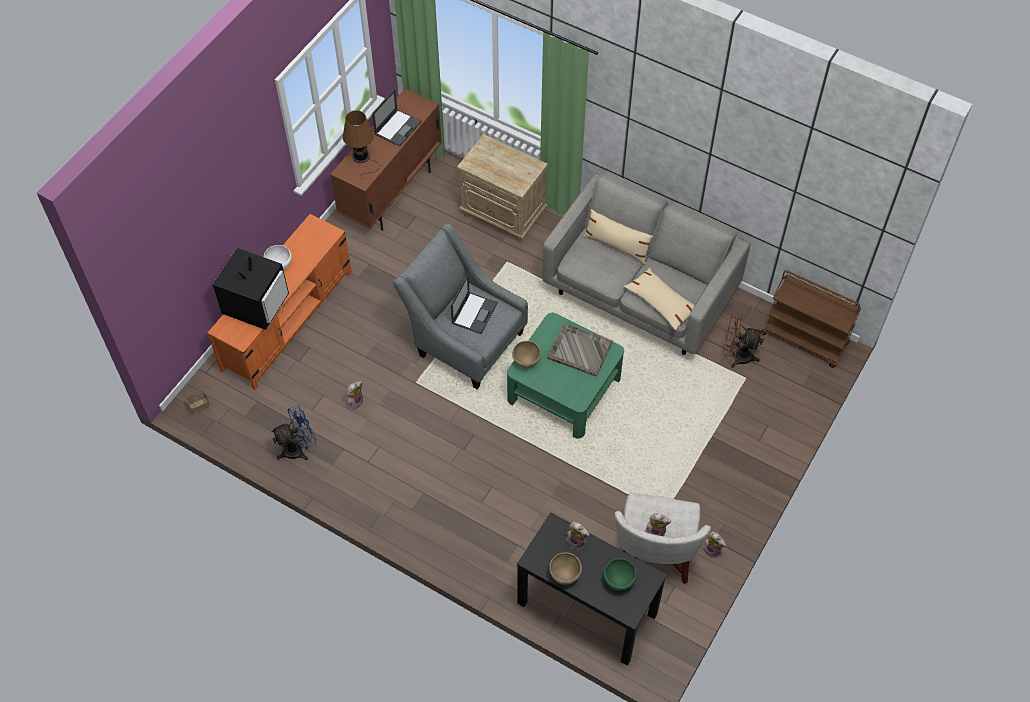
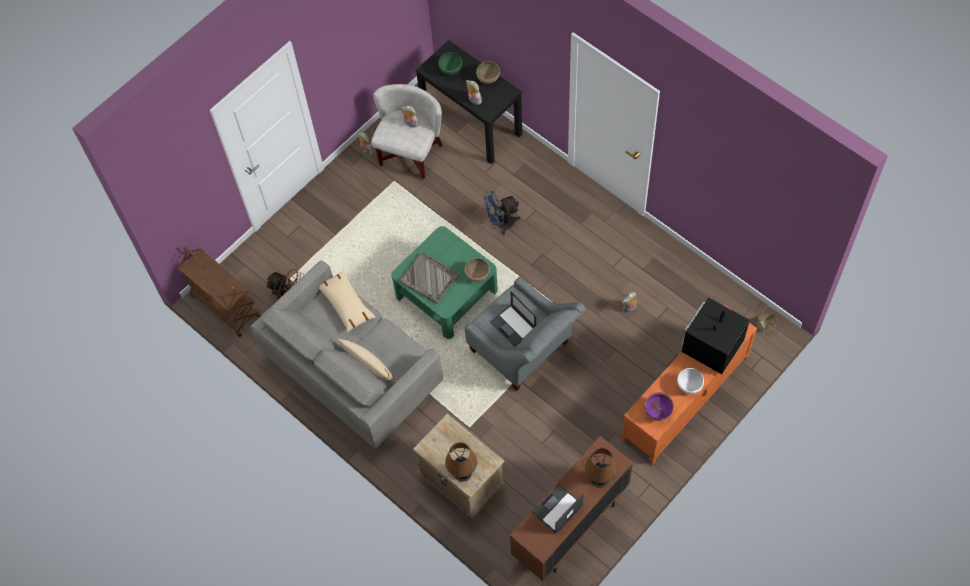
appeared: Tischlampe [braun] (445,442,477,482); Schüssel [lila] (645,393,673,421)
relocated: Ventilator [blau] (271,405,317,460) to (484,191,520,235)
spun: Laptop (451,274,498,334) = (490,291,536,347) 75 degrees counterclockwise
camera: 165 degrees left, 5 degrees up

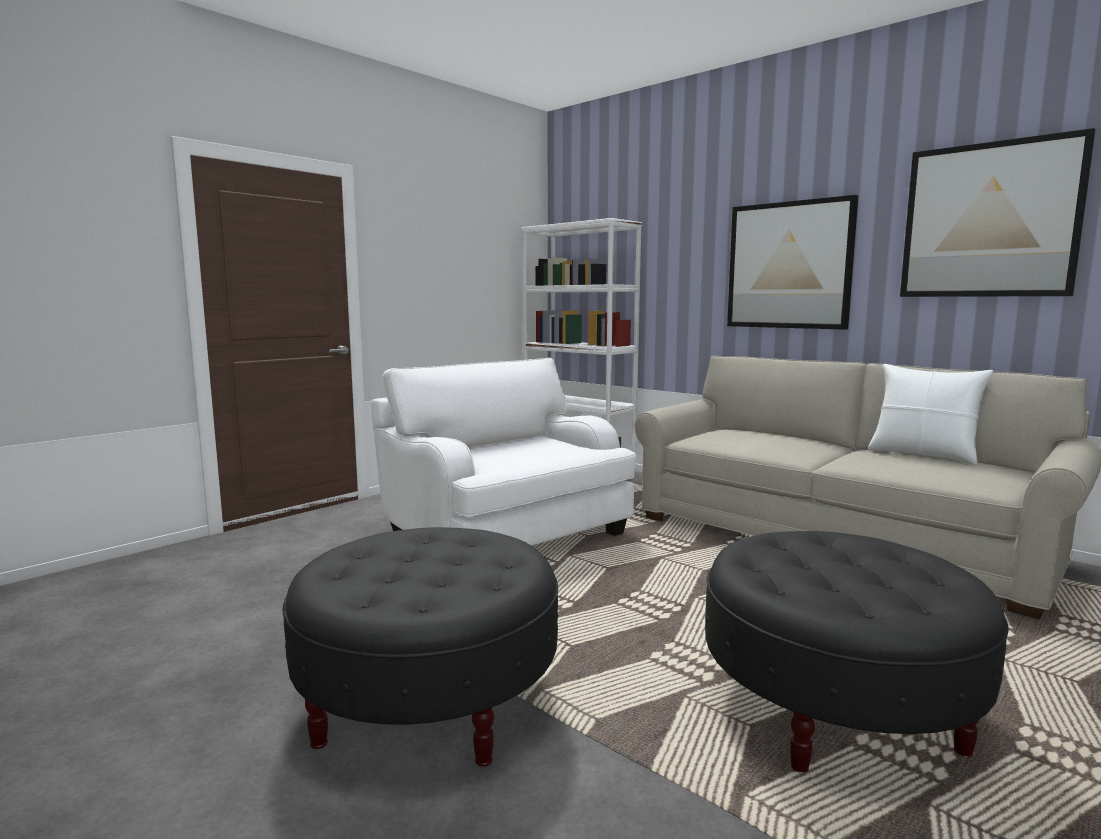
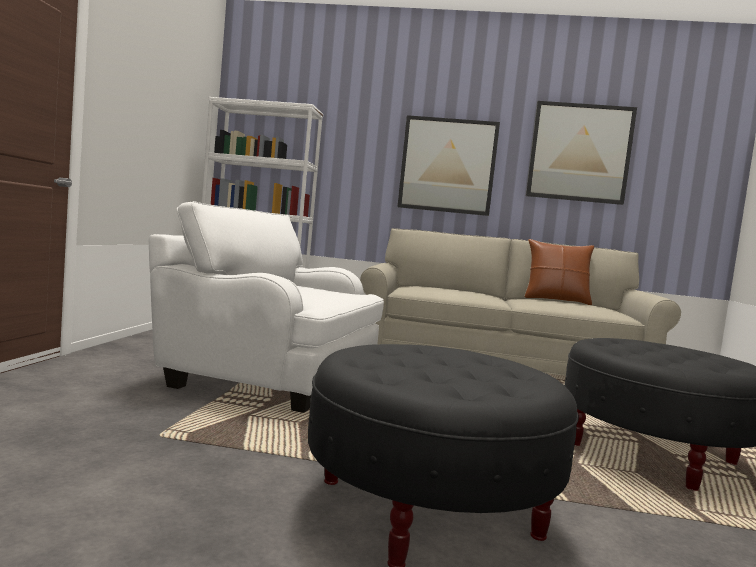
colour: Kissen [weiß] (868,364,993,465) to Kissen [braun] (524,239,594,305)
camera: 35 degrees left, 5 degrees down

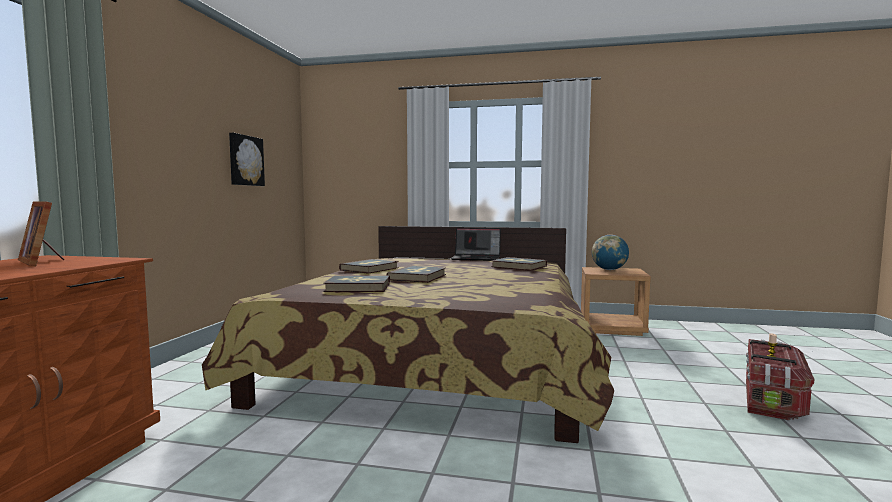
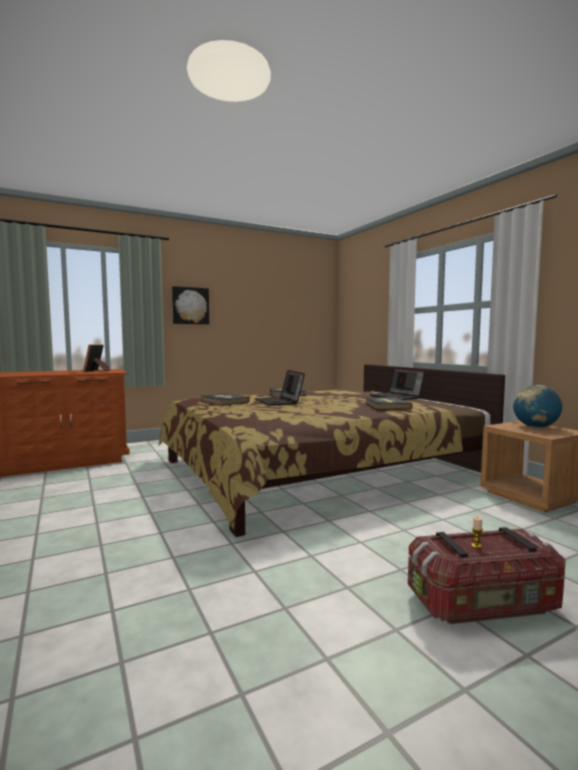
relocated: Bild (229,133,265,186) to (172,286,209,324)
exchanged: Buch (387,266,446,283) to Laptop (255,370,305,406)
camera: 50 degrees right, 0 degrees up

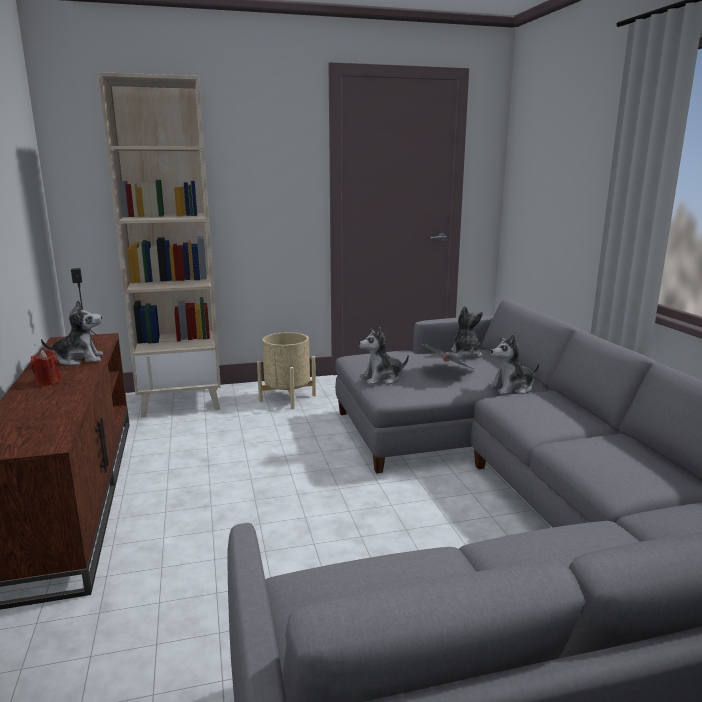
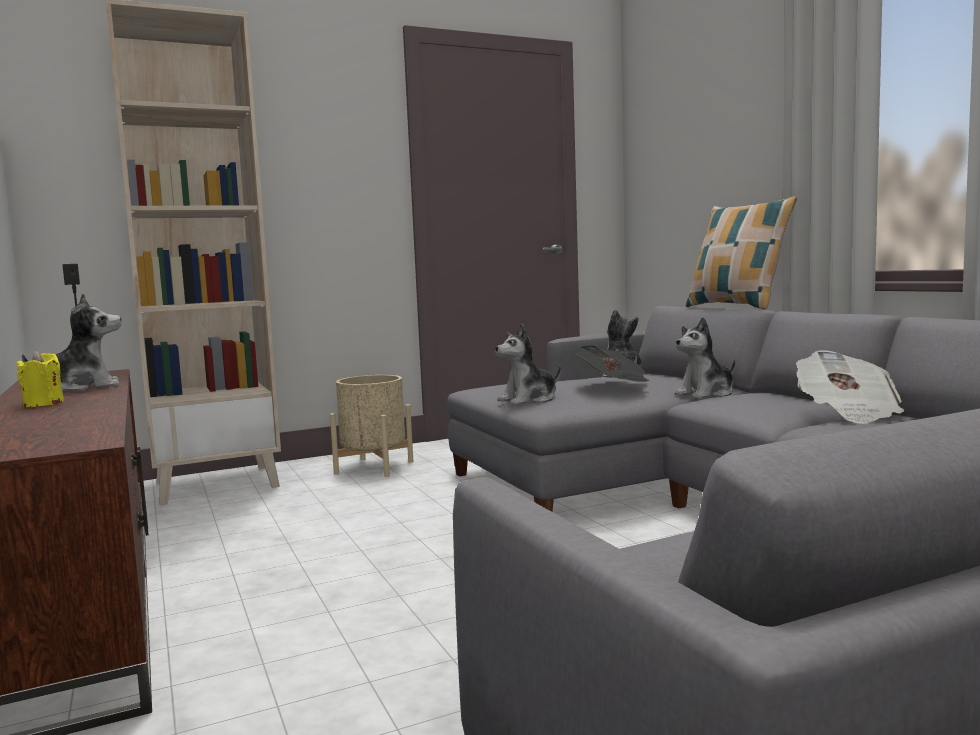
appeared: Kissen (686,197,797,310); Zeitung (796,350,904,424)
colour: Kerze [rot] (31,350,61,386) to Kerze [gelb] (17,351,64,407)
camera: 10 degrees left, 10 degrees down

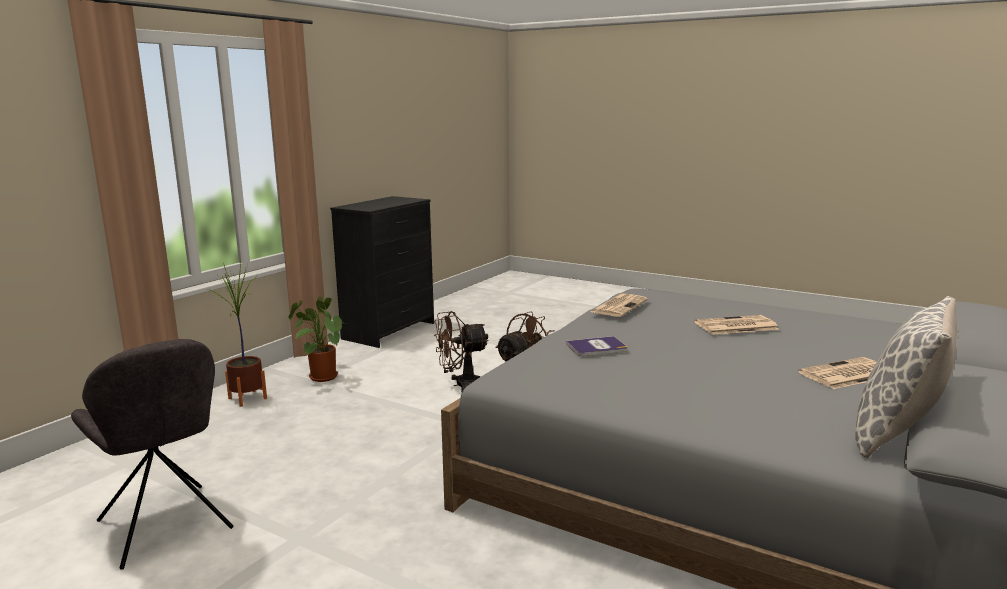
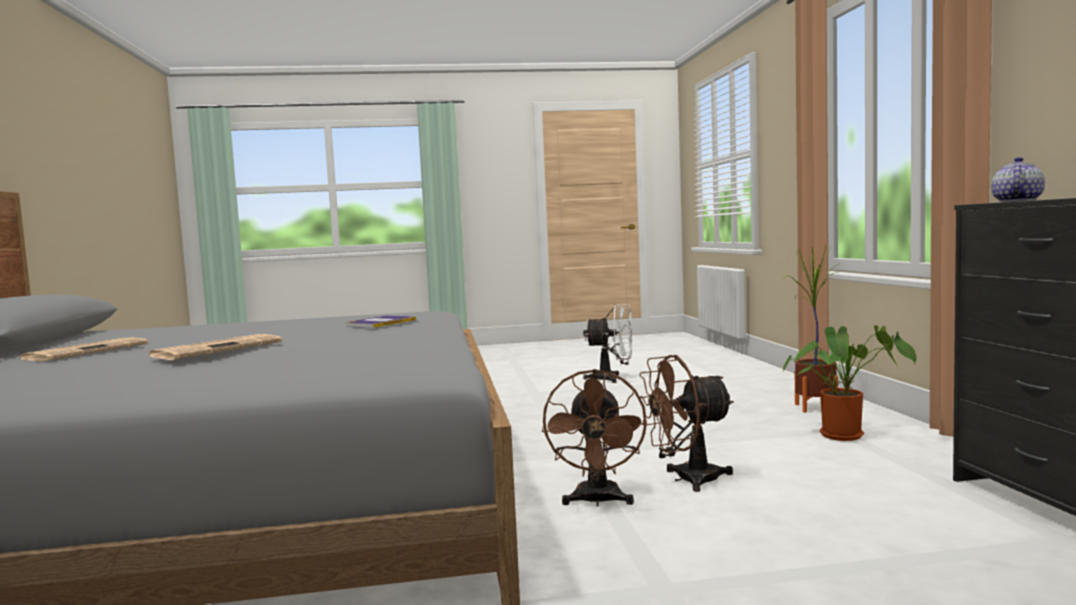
missing: Zeitung (591,294,648,317); Kissen (855,296,957,458)
appeared: Teekanne (991,157,1045,202)
exchanged: Stuhl [grau] (71,339,234,570) to Ventilator [weiß] (583,304,632,383)
spun: Ventilator [braun] (434,311,489,392) = (639,355,734,492) 135 degrees counterclockwise
camera: 140 degrees right, 10 degrees down

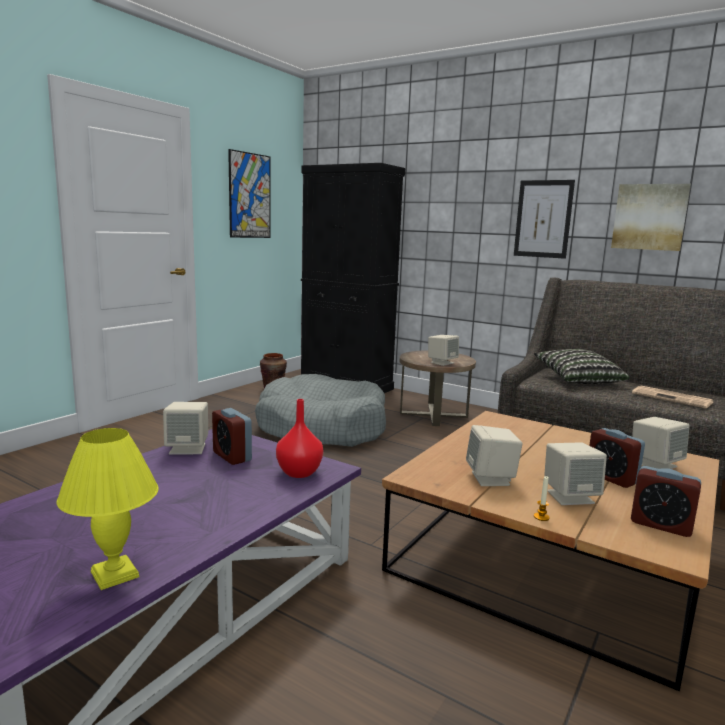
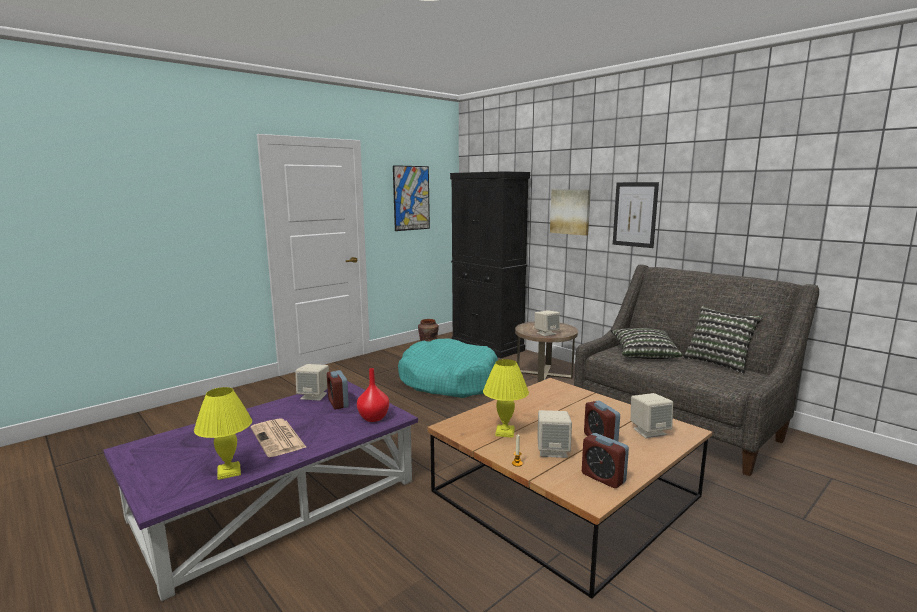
appeared: Kissen (683,306,763,374)
relocated: Bild (611,184,691,251) to (550,189,591,236); Zeitung (632,386,713,409) to (251,418,307,457)
exchanged: Lautsprecher [beige] (466,425,522,486) to Tischlampe [gelb] (483,359,529,438)
colour: Hundebett [grau] (255,374,386,447) to Hundebett [türkis] (398,339,498,398)
camera: 15 degrees right, 0 degrees up

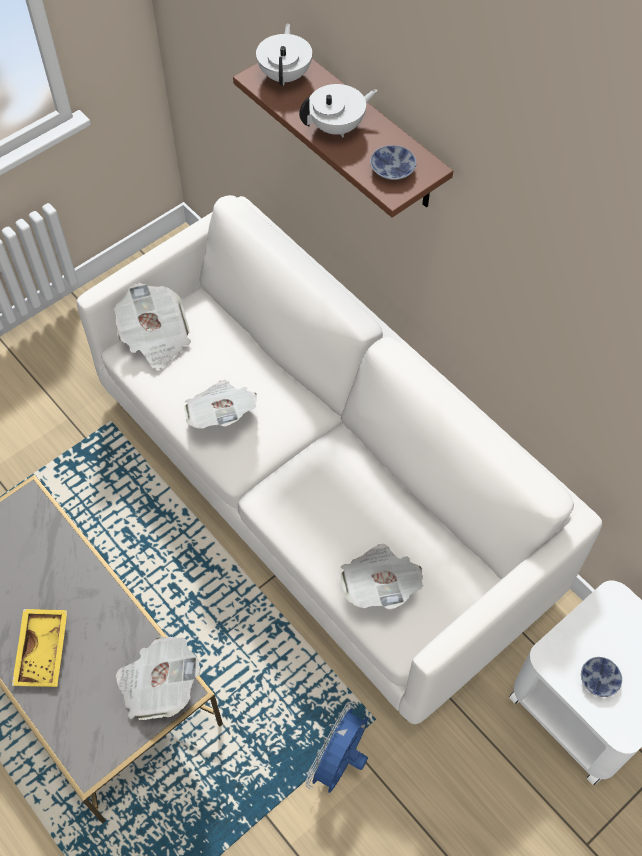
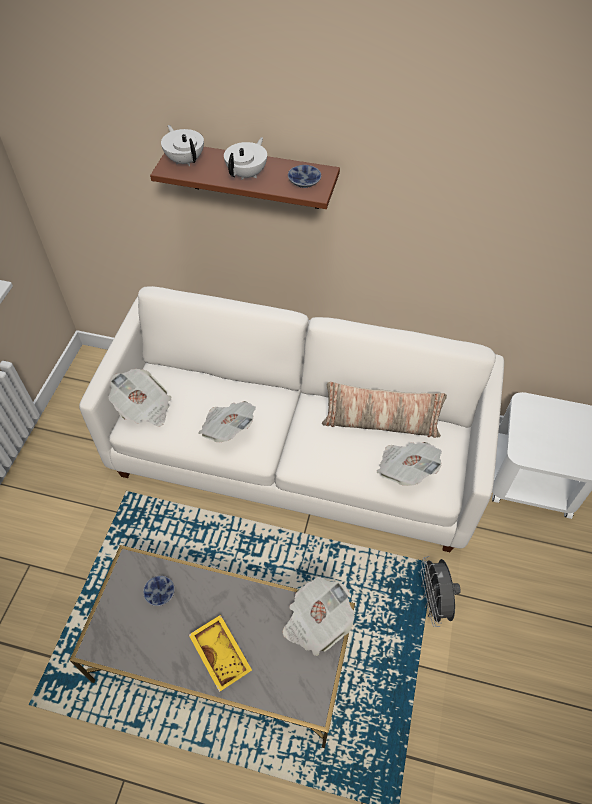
appeared: Kissen (322,382,447,438)
relocated: Schüssel (581,657,622,697) to (143,576,175,606)
colour: Ventilator [blau] (306,702,368,793) to Ventilator [grau] (421,556,461,627)
camera: 35 degrees left, 5 degrees down

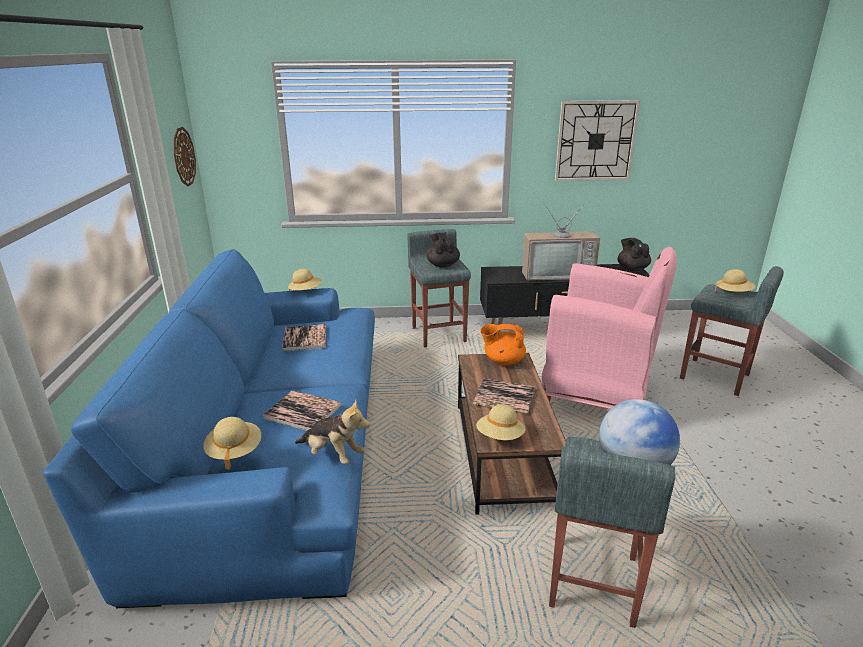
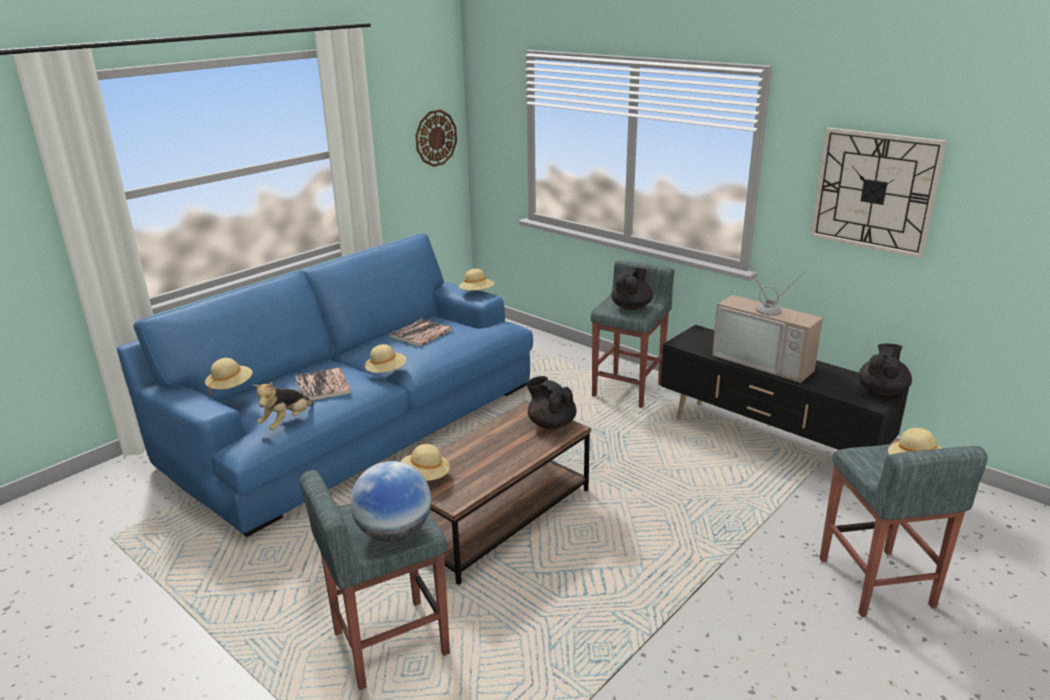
missing: Buch (473,379,535,414); Sessel [rosa] (542,247,677,409)
appeared: Hut [beige] (365,344,406,373)
colour: Teekanne [orange] (481,324,526,365) to Teekanne [schwarz] (526,376,576,429)
spun: Plüschtier (295,399,370,464) = (253,382,314,430) 45 degrees clockwise
camera: 45 degrees right, 0 degrees up

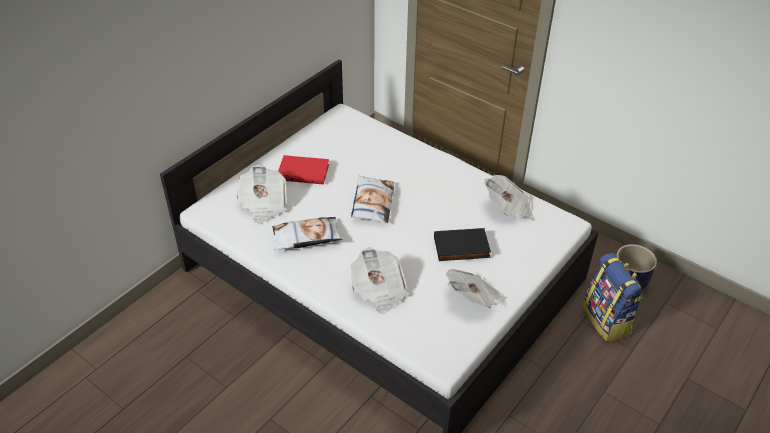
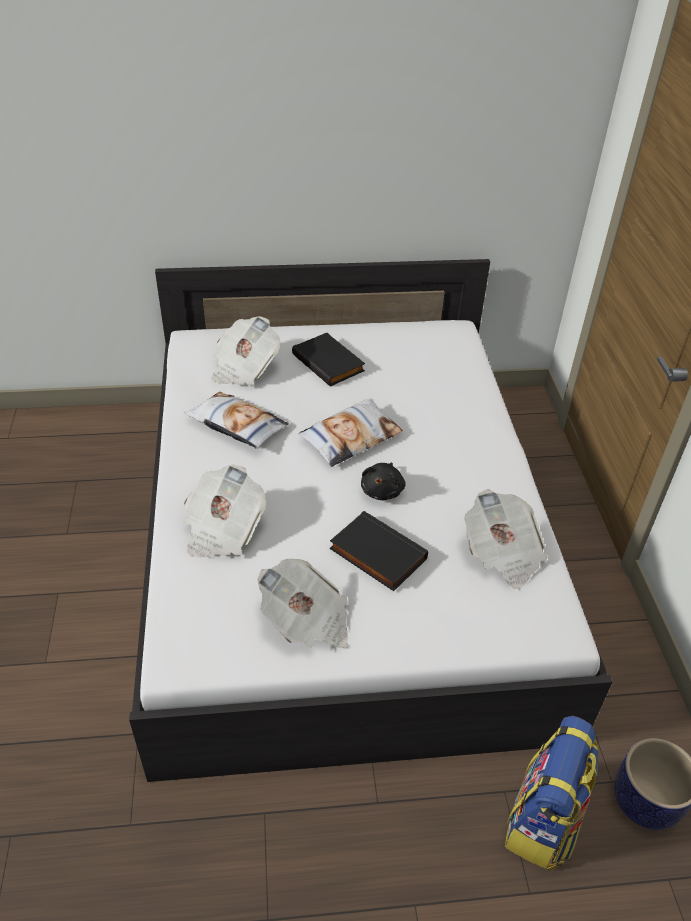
appeared: Plüschtier [schwarz] (361,463,406,500)
colour: Buch [rot] (278,155,329,184) to Buch [schwarz] (292,333,365,387)
camera: 45 degrees right, 0 degrees up

